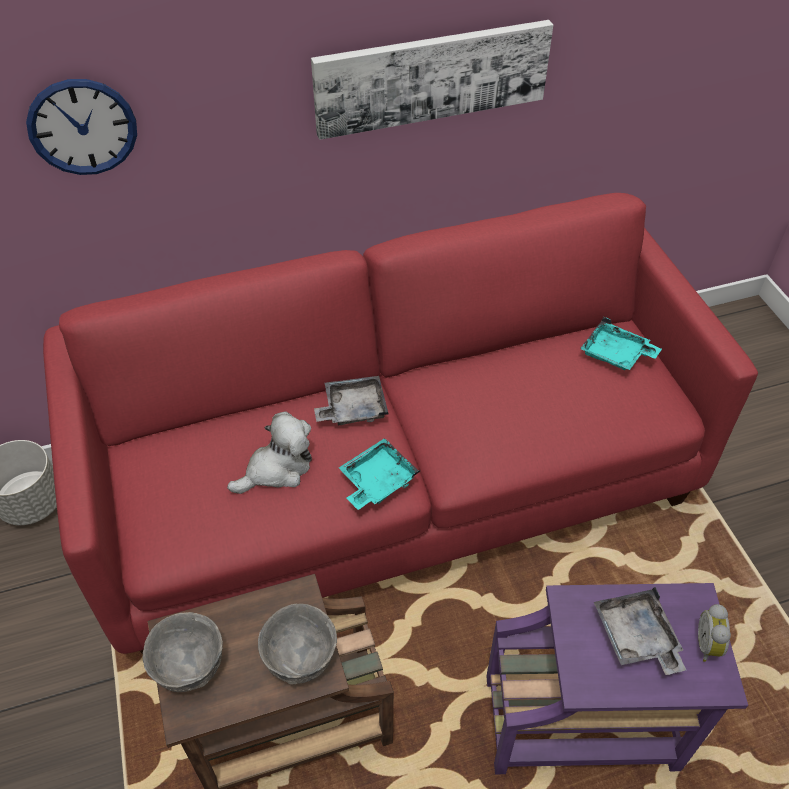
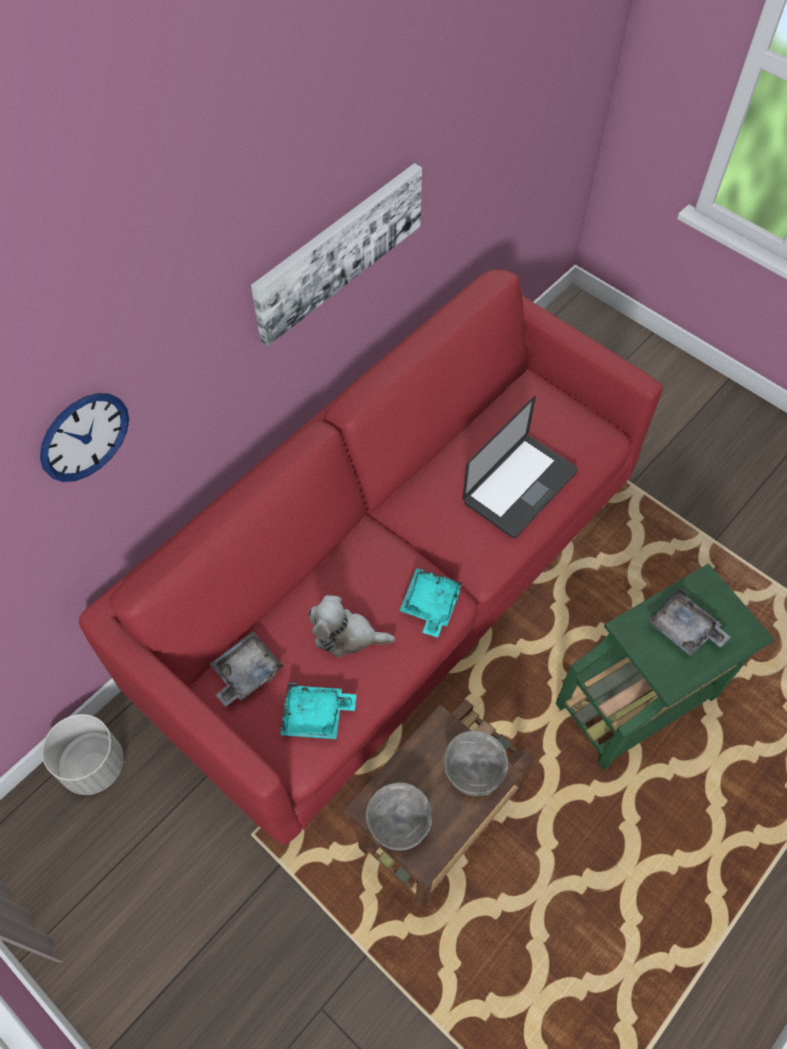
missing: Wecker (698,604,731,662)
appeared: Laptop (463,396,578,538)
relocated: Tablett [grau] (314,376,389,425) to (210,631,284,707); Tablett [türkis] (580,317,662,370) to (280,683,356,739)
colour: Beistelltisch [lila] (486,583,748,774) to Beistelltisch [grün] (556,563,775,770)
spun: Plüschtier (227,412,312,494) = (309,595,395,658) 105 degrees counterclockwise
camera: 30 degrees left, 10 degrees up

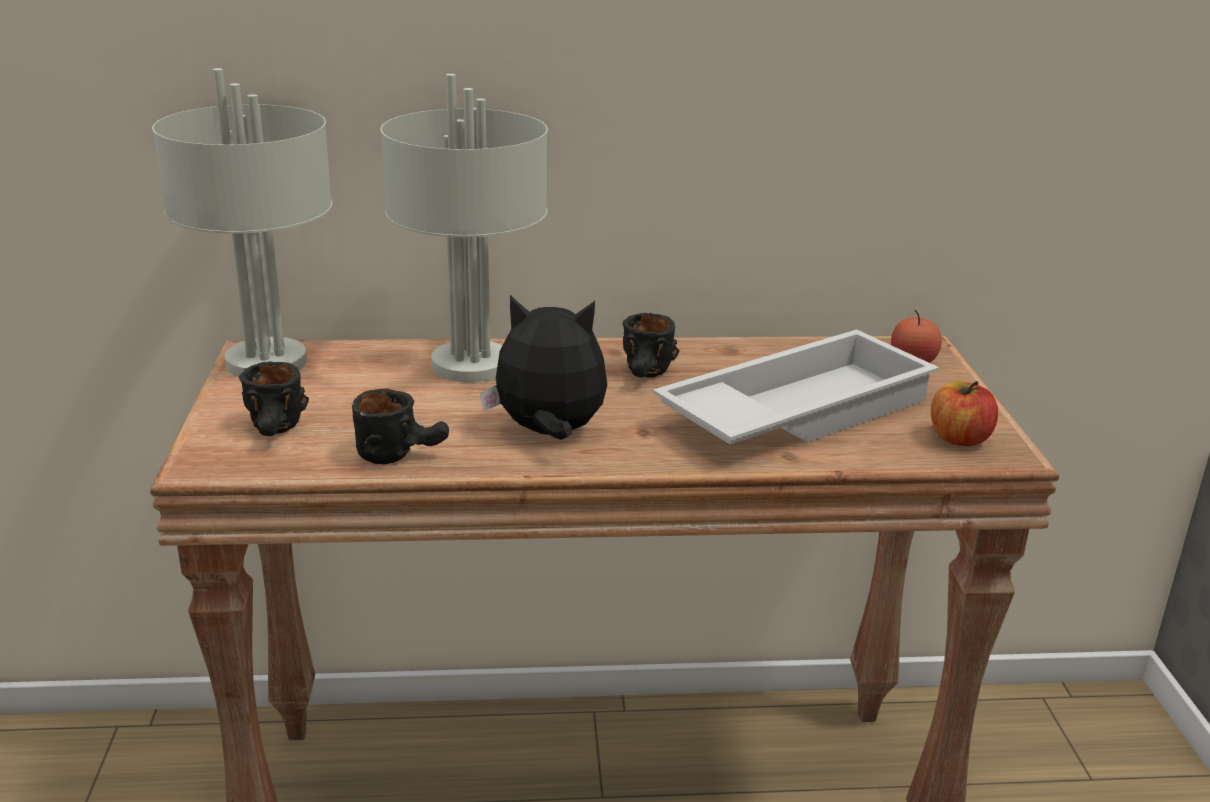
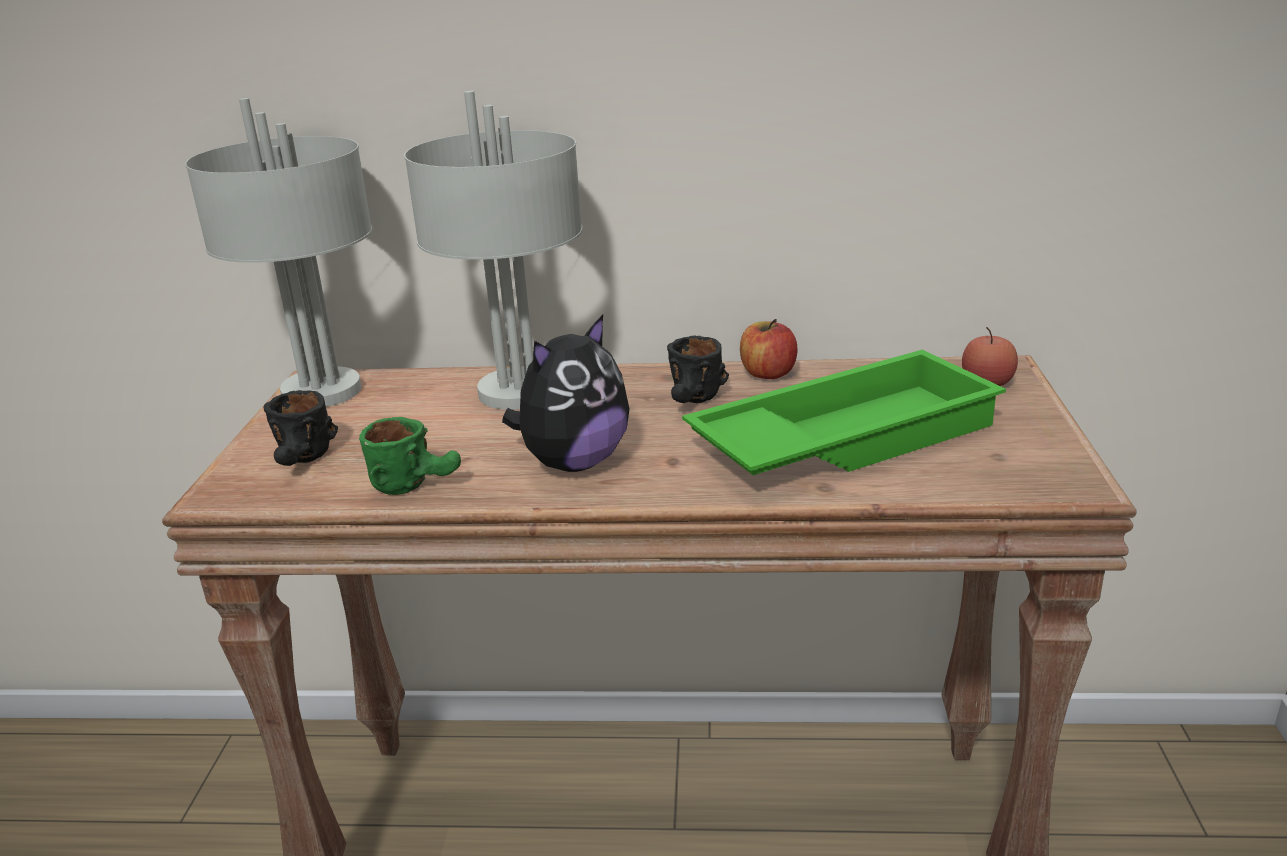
relocated: Apfel (931,381,998,446) to (740,319,797,379)
colour: Henkelbecher [schwarz] (352,388,449,464) to Henkelbecher [grün] (359,417,461,495); Tablett [weiß] (653,330,939,445) to Tablett [grün] (682,350,1006,475)
spun: Plüschtier (480,295,607,440) = (502,315,629,472) 120 degrees clockwise
camera: 10 degrees right, 0 degrees up

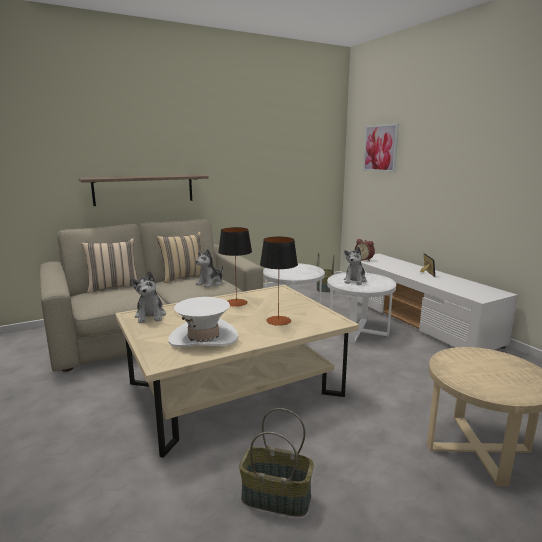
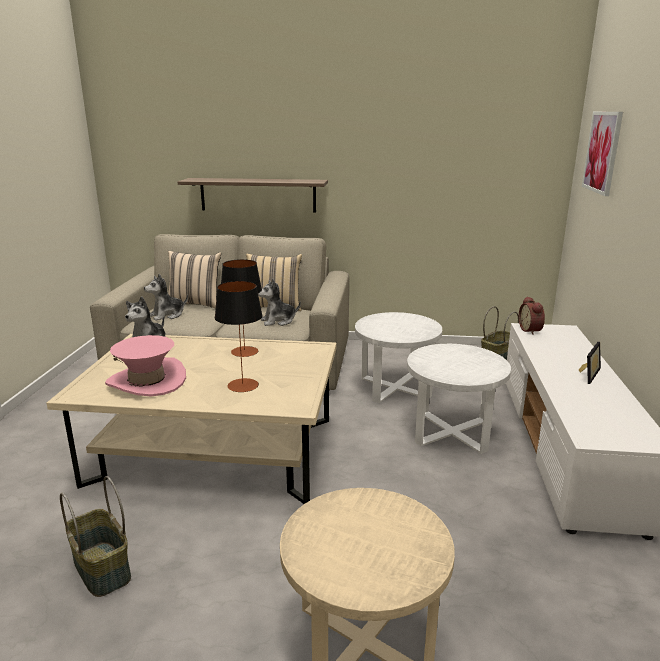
relocated: Plüschtier (344,247,367,285) to (144,274,188,321)
colour: Hut [weiß] (168,297,238,347) to Hut [rosa] (105,335,186,396)
camera: 35 degrees right, 5 degrees up

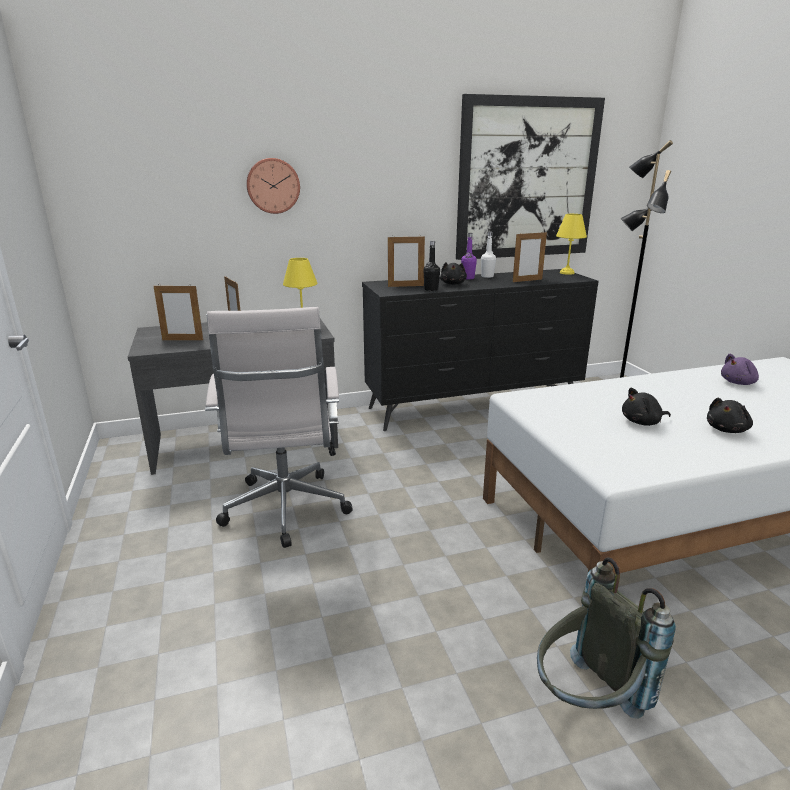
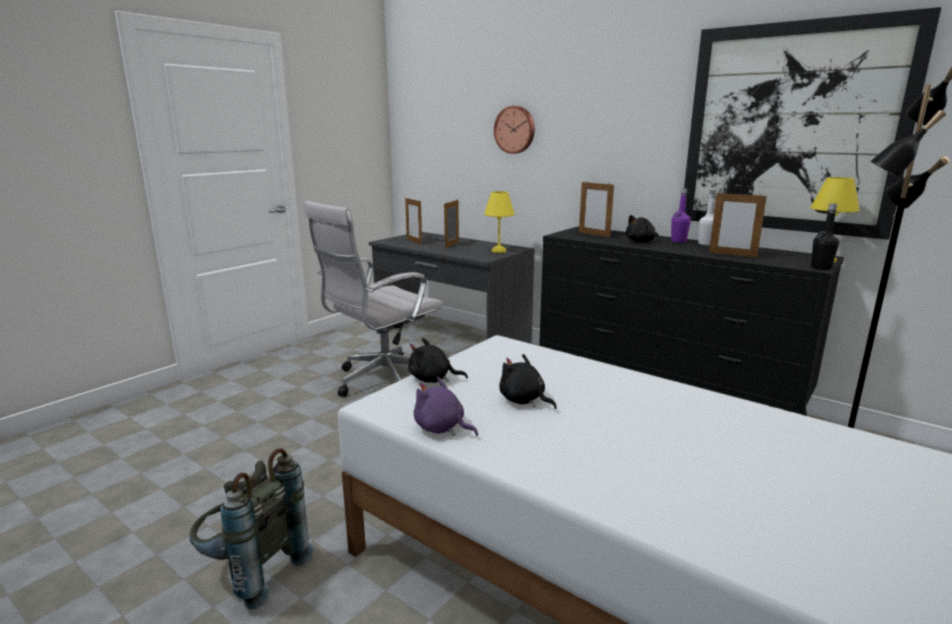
relocated: Flasche [schwarz] (423,240,440,291) to (811,203,839,270); Plüschtier [schwarz] (707,398,753,433) to (408,338,468,383); Plüschtier [lila] (721,354,759,385) to (414,377,478,436)
camera: 55 degrees right, 5 degrees down

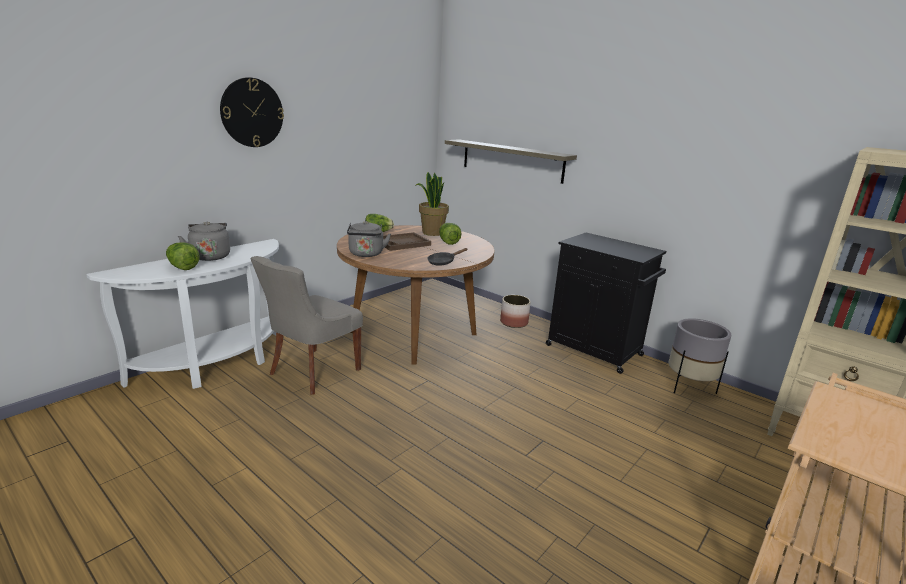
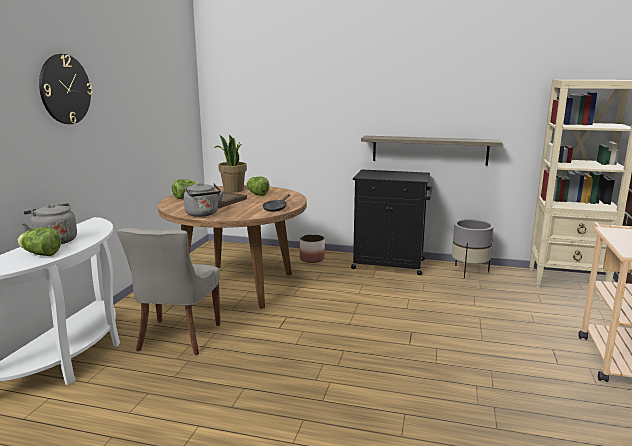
relocated: Wandregal (445,139,577,184) to (361,136,503,166)
camera: 25 degrees left, 5 degrees down

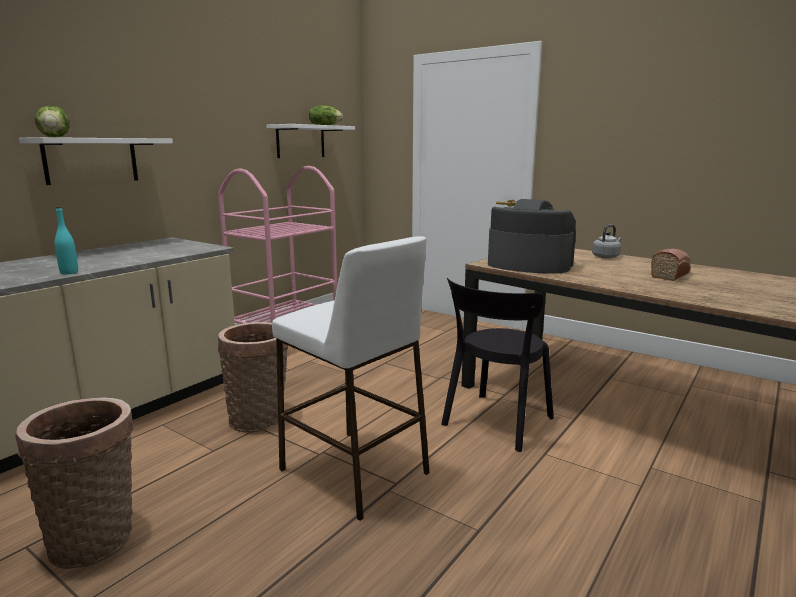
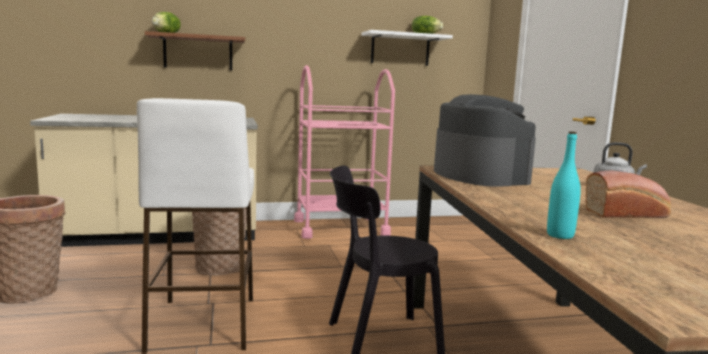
relocated: Flasche [türkis] (55,207,78,275) to (547,131,581,239)
colour: Wandregal [weiß] (19,137,173,185) to Wandregal [braun] (145,31,245,70)
camera: 40 degrees right, 5 degrees down

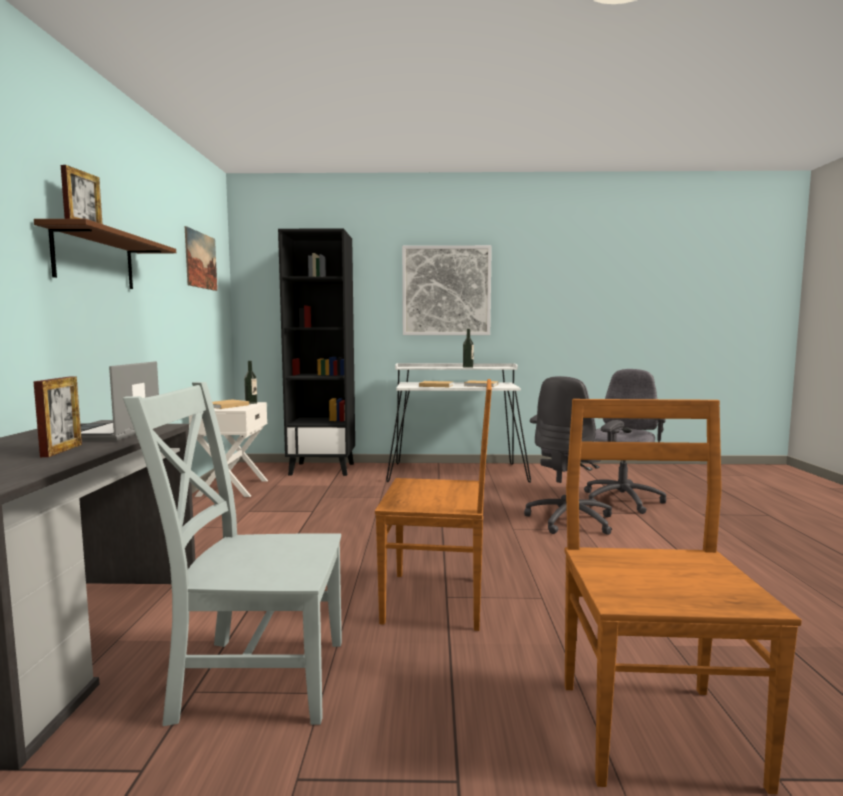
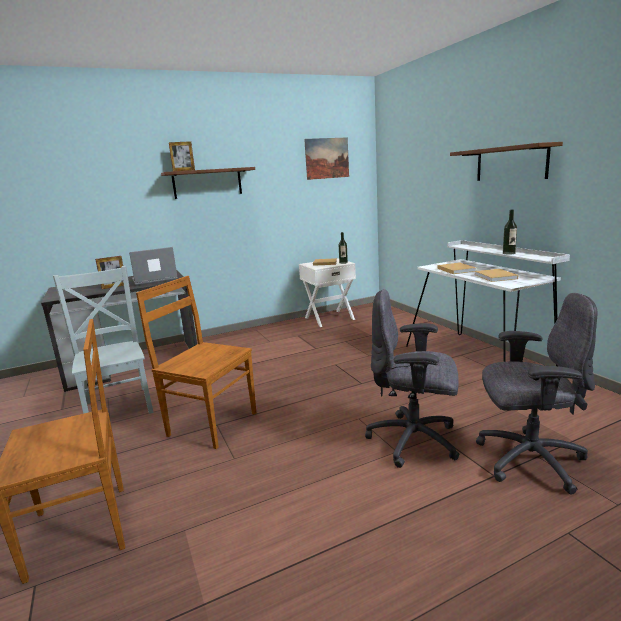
missing: Bücherregal [schwarz] (278,228,355,476)
exchanged: Bild (402,245,492,335) to Wandregal [braun] (450,142,563,181)
spun: Stuhl [braun] (375,379,492,631) = (136,276,256,449) 135 degrees clockwise
camera: 65 degrees right, 10 degrees up

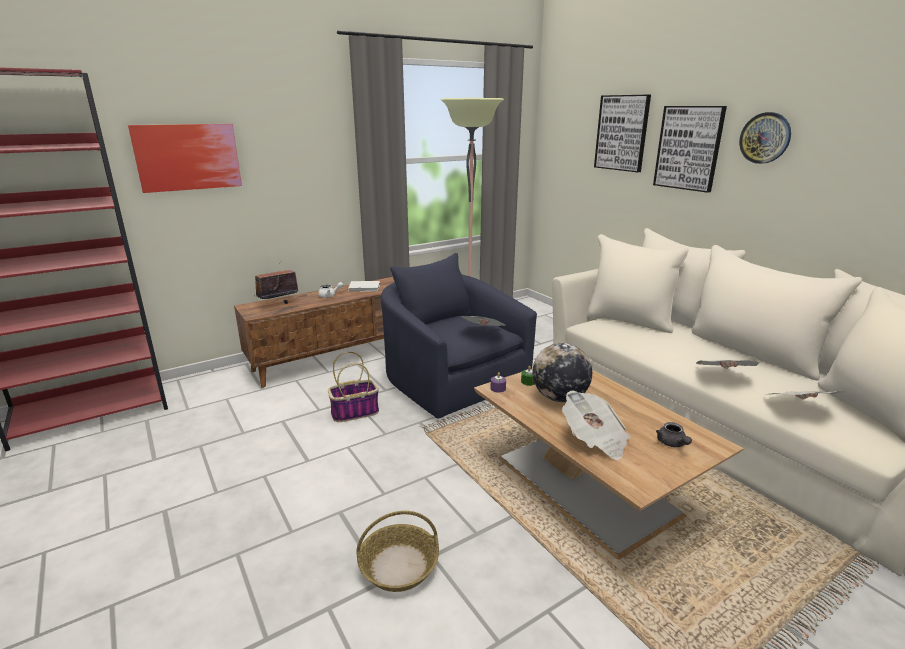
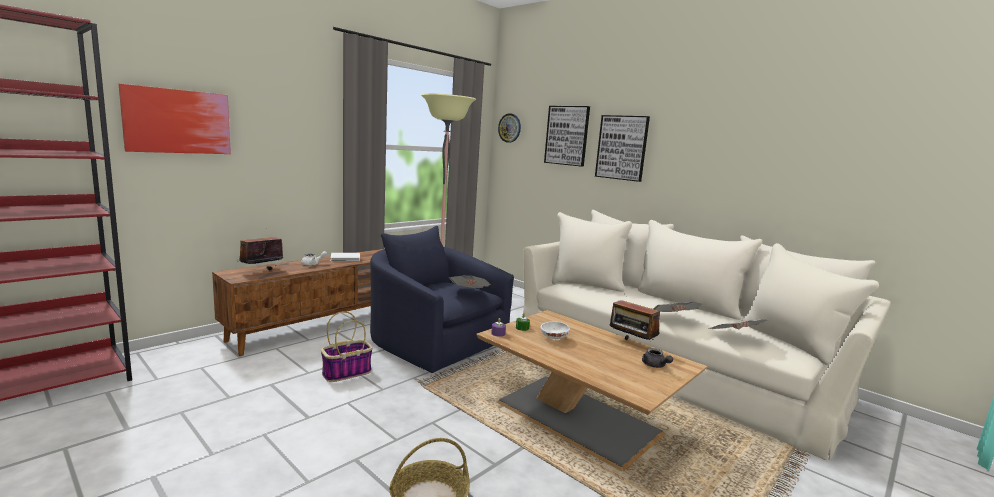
missing: Zeitung (562,390,631,460)
appeared: Radio (610,295,660,340)
relocated: Wanduhr (739,112,791,164) to (498,113,521,143)
exchanged: Globus (532,343,592,402) to Schüssel [weiß] (541,322,570,340)
camera: 15 degrees left, 10 degrees down

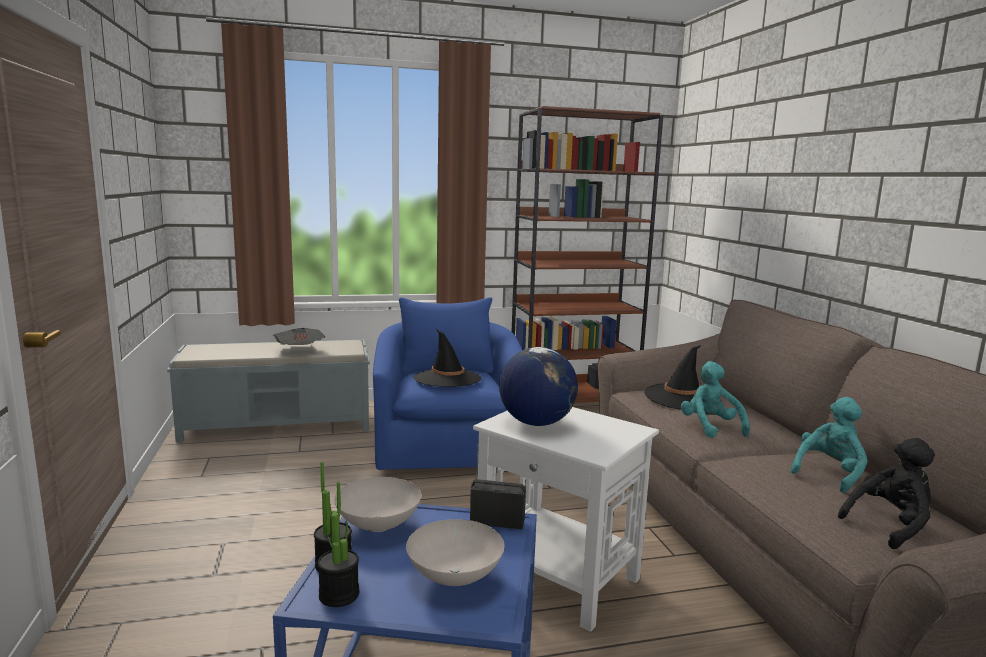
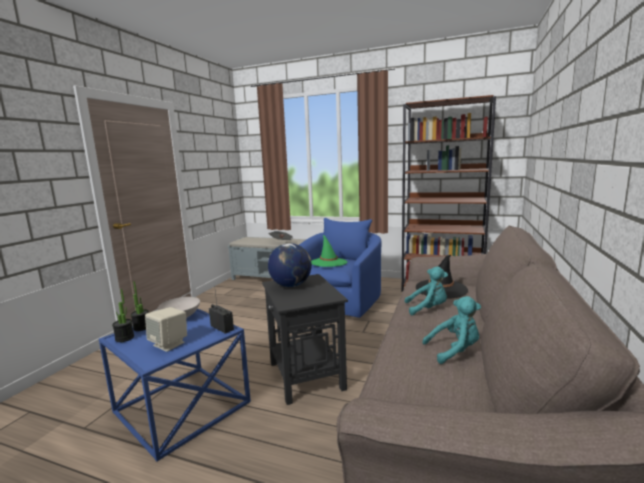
missing: Plüschtier [schwarz] (838,438,935,549)
exchanged: Schüssel [weiß] (406,519,504,586) to Lautsprecher [beige] (145,307,187,352)
colour: Hut [schwarz] (413,329,481,387) to Hut [grün] (311,235,347,267); Beistelltisch [weiß] (473,407,659,632) to Beistelltisch [schwarz] (262,274,348,405)
spun: Plüschtier [türkis] (681,361,750,438) = (405,266,448,315) 75 degrees clockwise
camera: 35 degrees right, 0 degrees up

